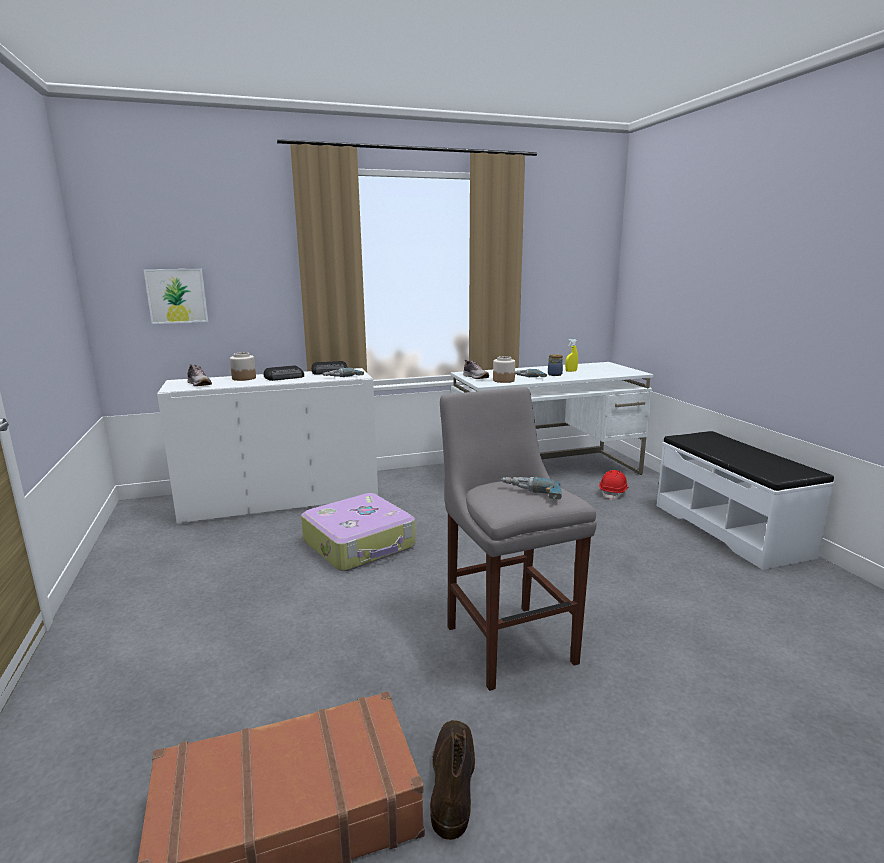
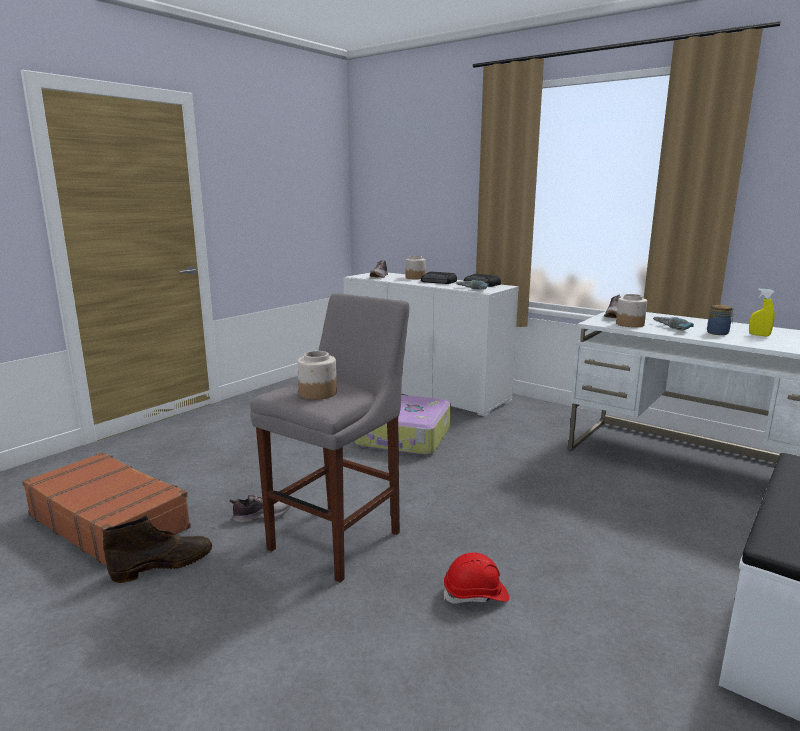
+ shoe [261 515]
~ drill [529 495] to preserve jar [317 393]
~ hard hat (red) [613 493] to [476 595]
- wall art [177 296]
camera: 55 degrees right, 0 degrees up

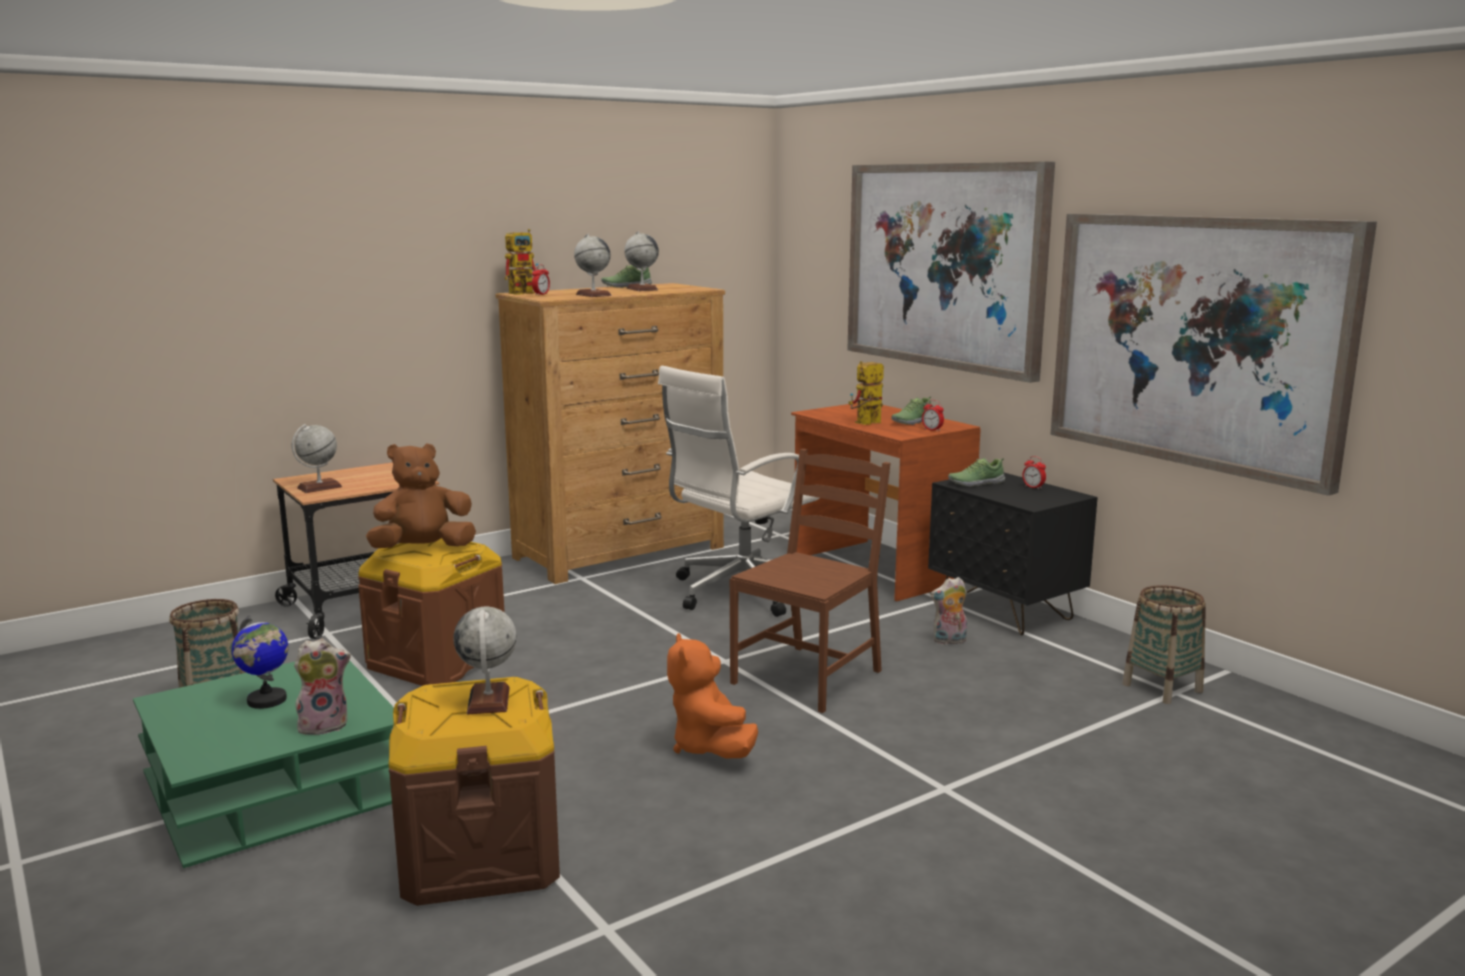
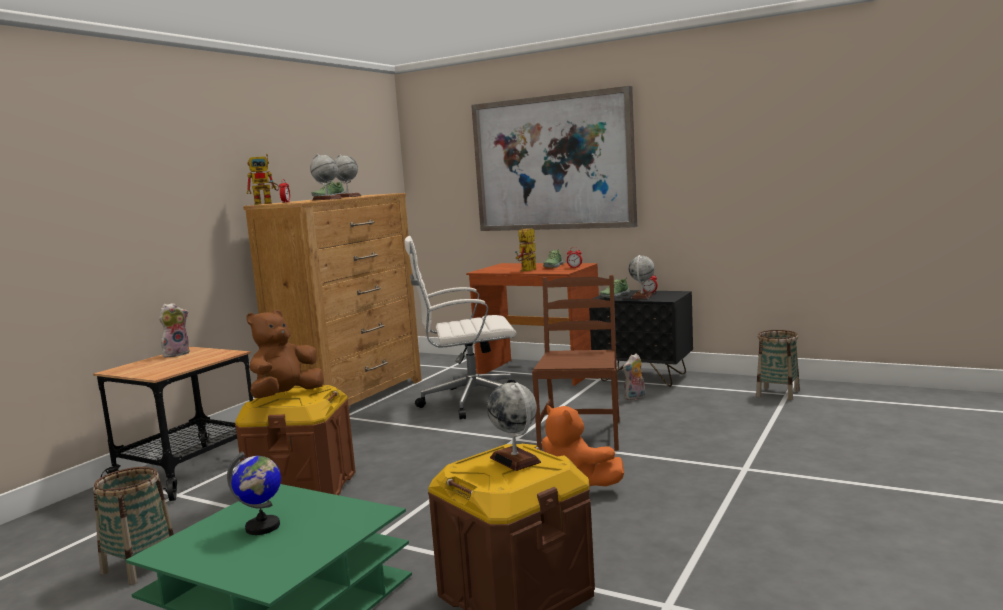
~ soft toy [324 725] to [176 354]
~ robot figure [525 292] = [267 203] 45 degrees clockwise
~ desk chair (white) [739 592] = [469 401] 60 degrees clockwise
~ globe [319 487] to [642 296]
- wall art [1196 341]
camera: 25 degrees left, 5 degrees down

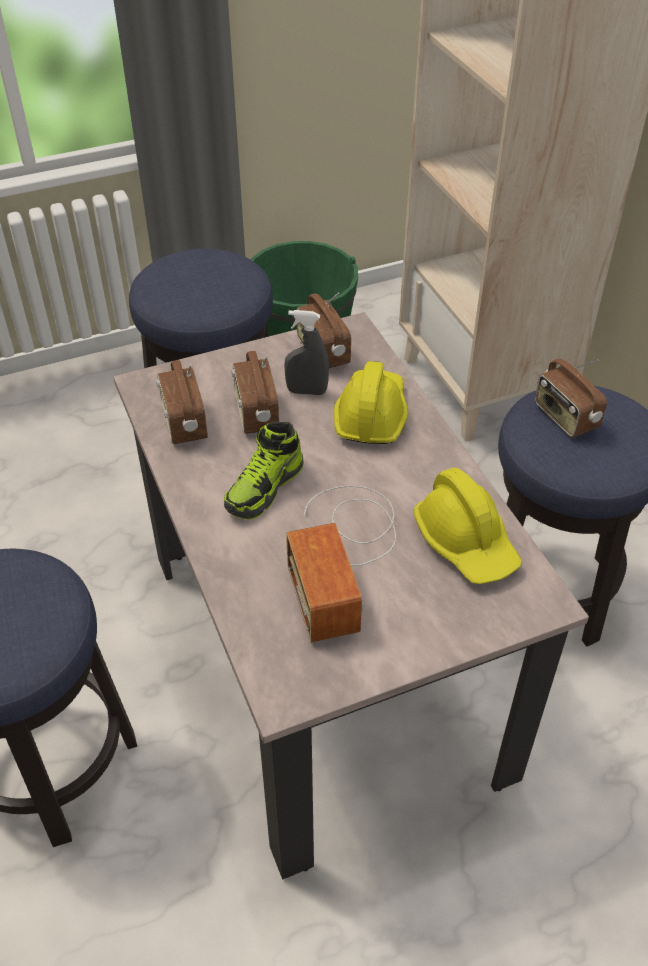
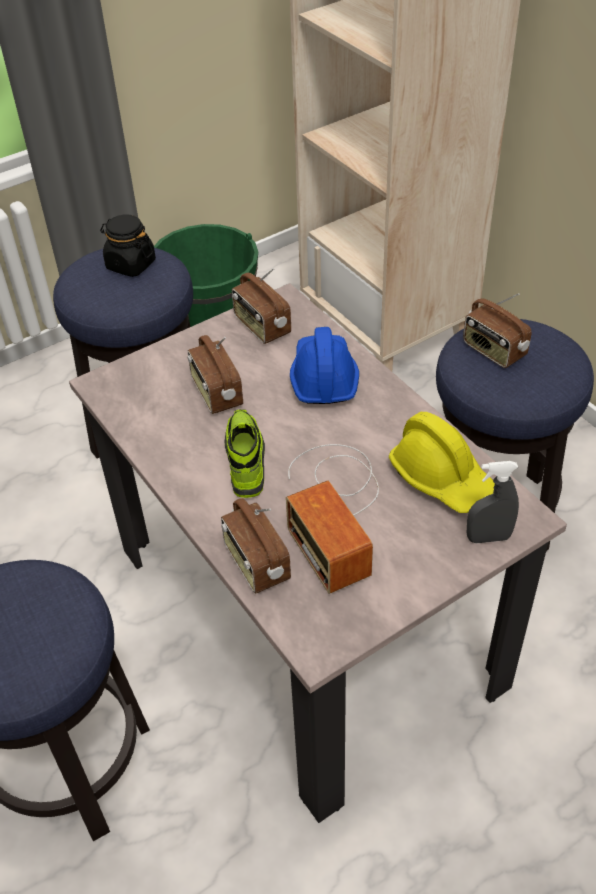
+ preserve jar (blackish) [130 264]
~ radio receiver [183 423] to [256 564]
~ shoe [265 488] = [245 461] 150 degrees clockwise
~ hard hat (yellow-coloured) [371 415] to hard hat (bluish) [323 377]
~ hand sprayer (gray) [307 391] to [488 537]
camera: 10 degrees left, 0 degrees up

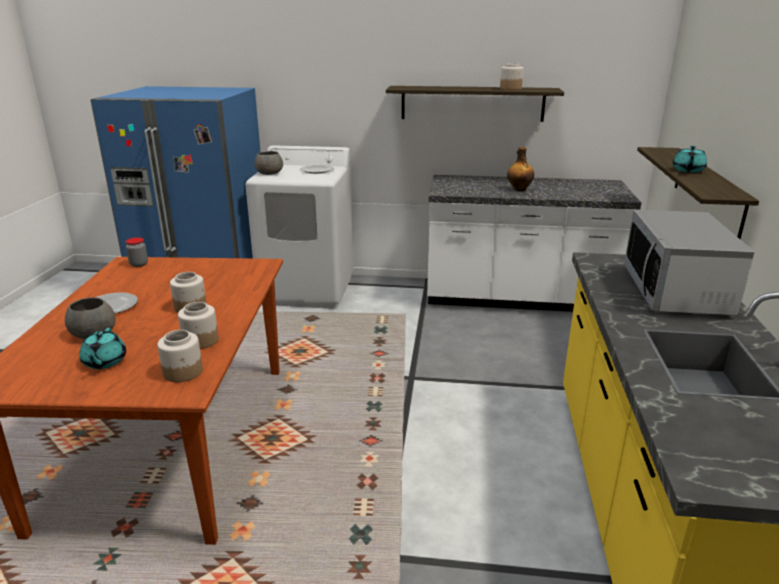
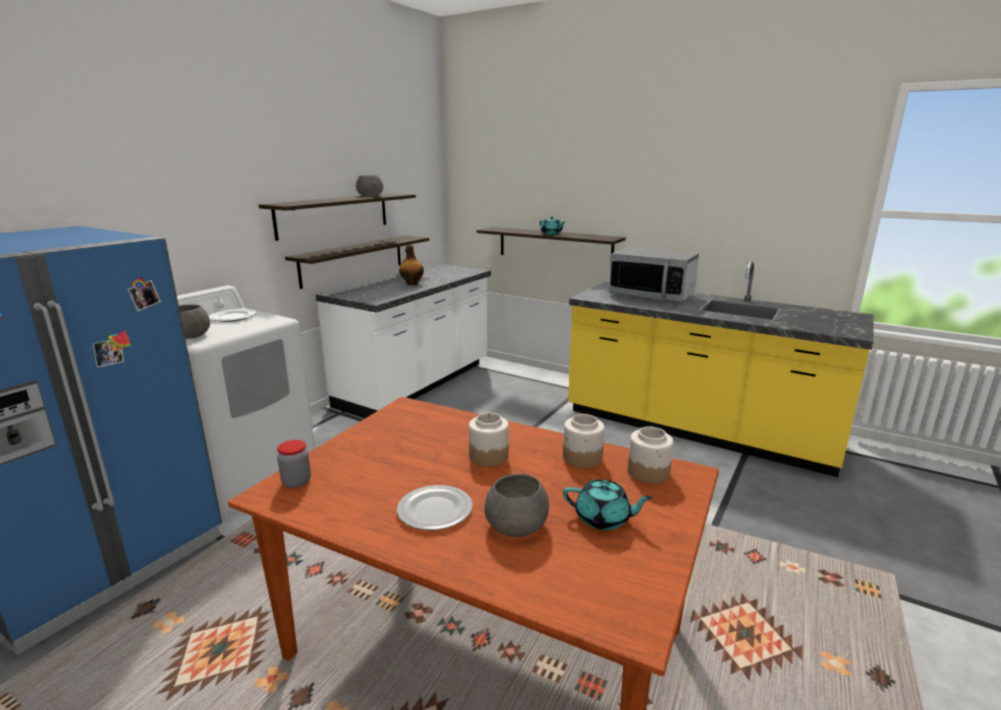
+ bracket shelf [353 260]
~ preserve jar [510 88] to bowl (gray) [370 196]
camera: 65 degrees left, 5 degrees down

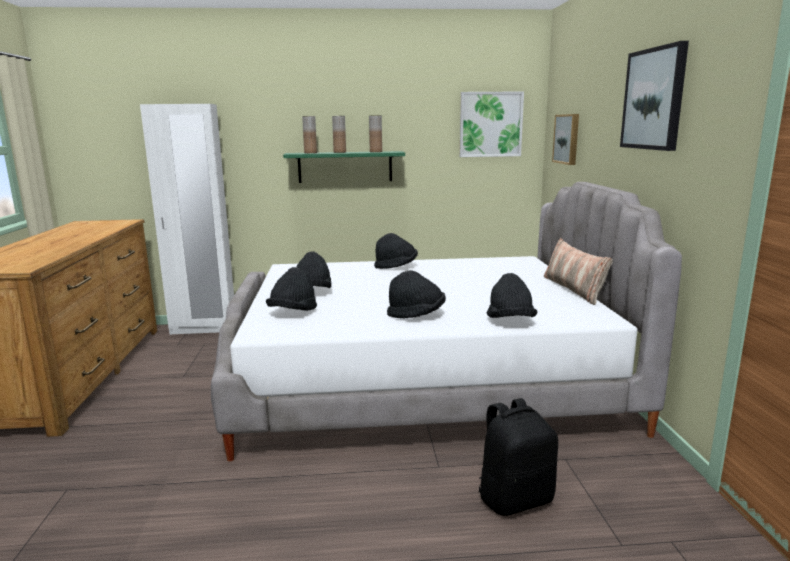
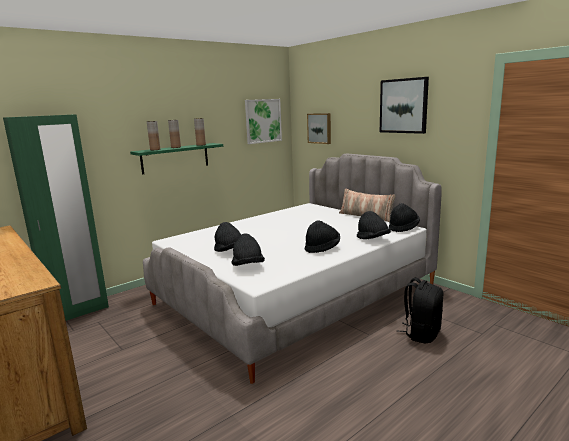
~ wardrobe (white) [203 329] to wardrobe (green) [78 312]
~ clothing hat (blackish) [396 267] to [403 228]
camera: 35 degrees left, 0 degrees up

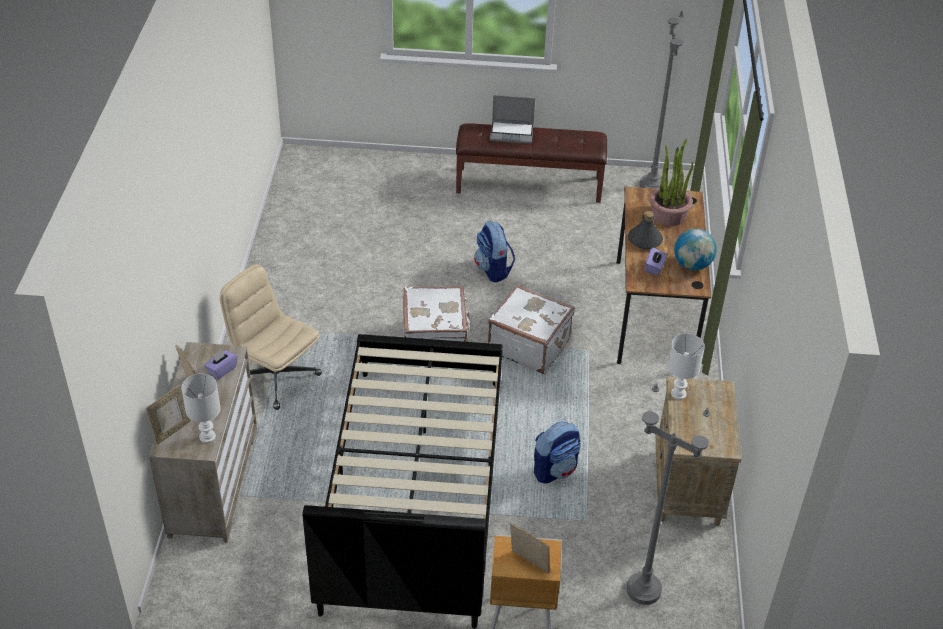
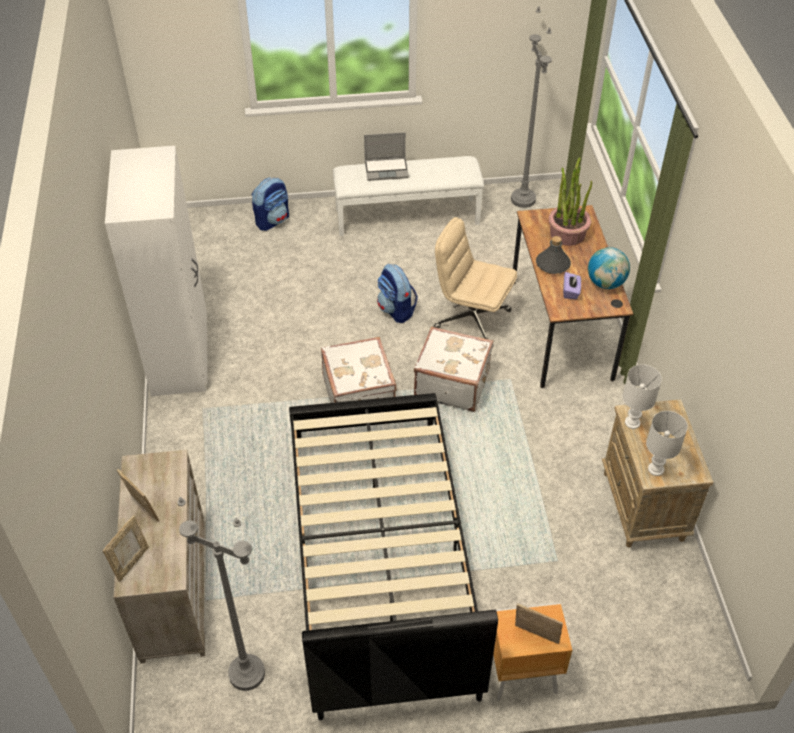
+ wardrobe (white) [181 355]
~ standard lamp (gray) [644 590] to [247 673]
~ knapsack [555 469] to [272 220]
~ long seat (brown) [529 184] to long seat (white) [407 216]
~ desk chair (beige) [275 377] to [471 319]
~ table lamp (white) [207 436] to [655 469]
- tissue holder (purplish) [222 370]
camera: 10 degrees left, 5 degrees up

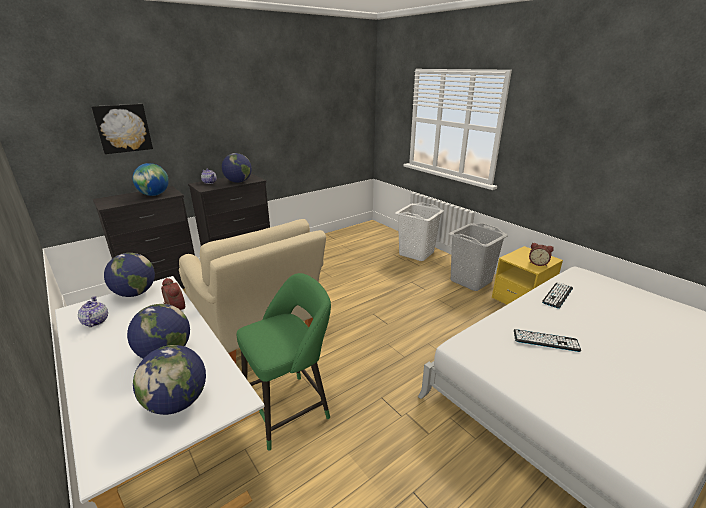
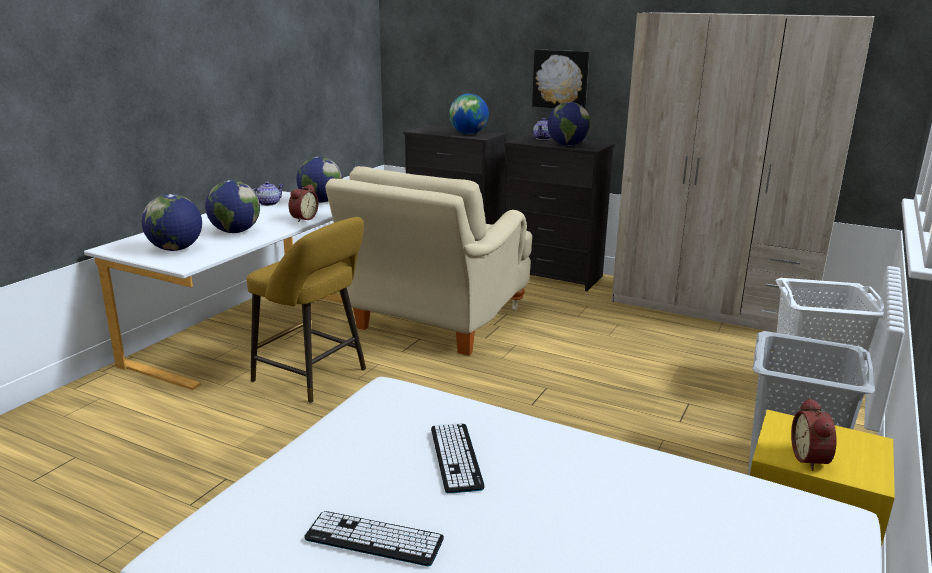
~ stool seat (green) [290 408] to stool seat (yellow-coloured) [314 377]
~ keyboard [557 295] to [374 539]
~ wall art [123 128] to [561 79]
+ wardrobe (beige) [712 308]
camera: 65 degrees right, 5 degrees down

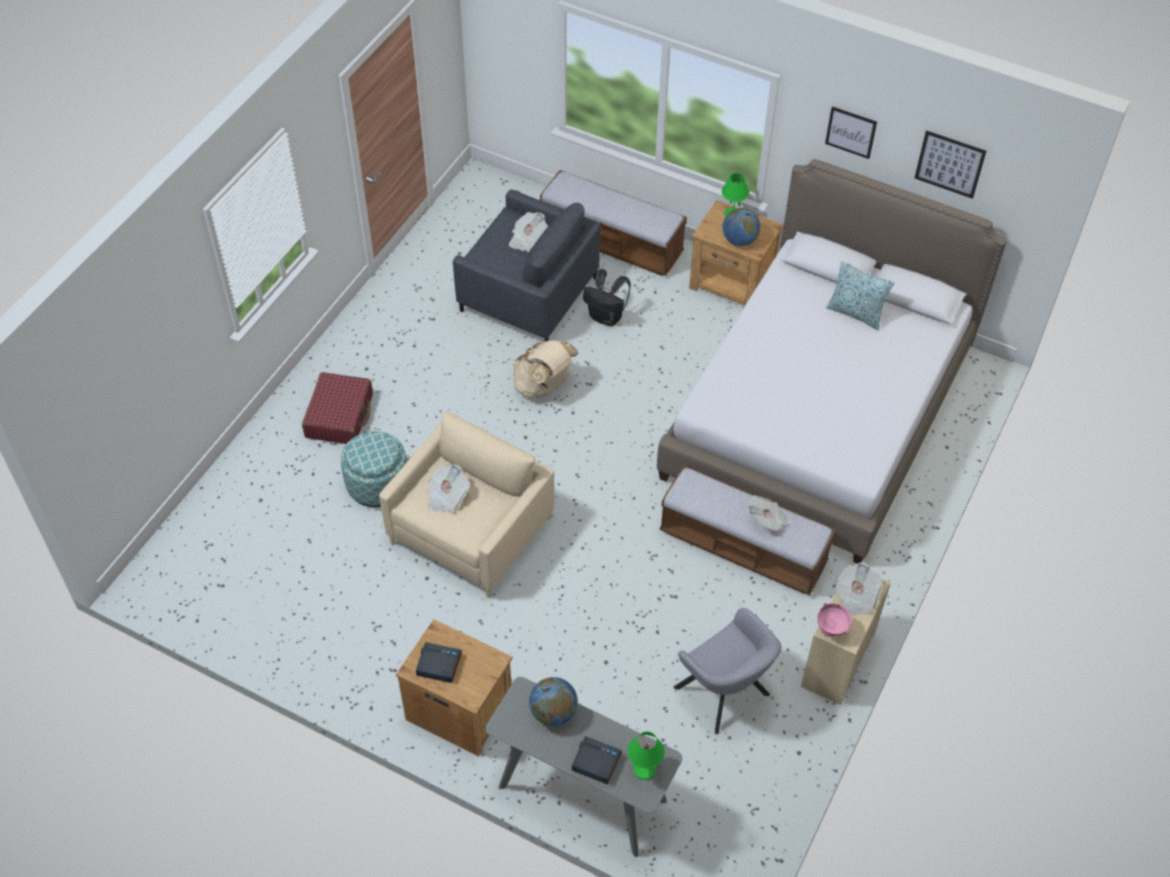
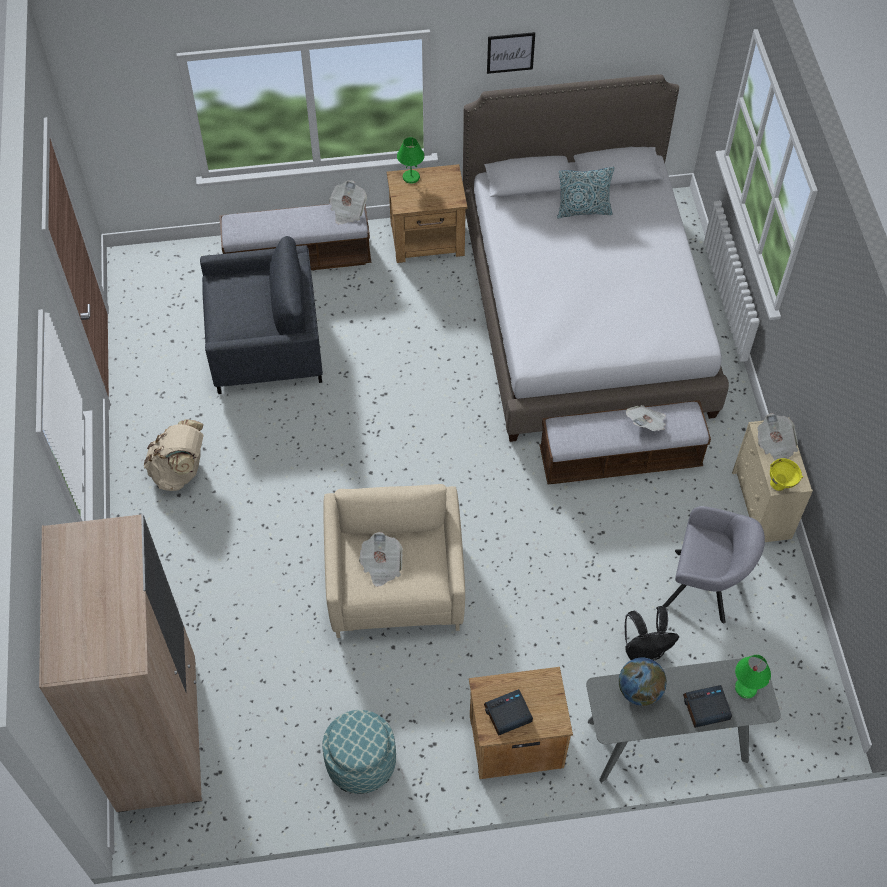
+ wardrobe (beige) [158 735]
~ knapsack (beige) [543 386] to [180 471]
~ ottoman [377 484] to [361 762]
~ newspaper [527 240] to [347 210]
~ knapsack (blackish) [606 317] to [644 650]
~ bowl (pink-coloured) [831 632] to bowl (yellow-coloured) [781 485]
- piece of luggage (red) [339 416]
- globe [739 240]
- wall art [950 164]
camera: 35 degrees left, 5 degrees up

